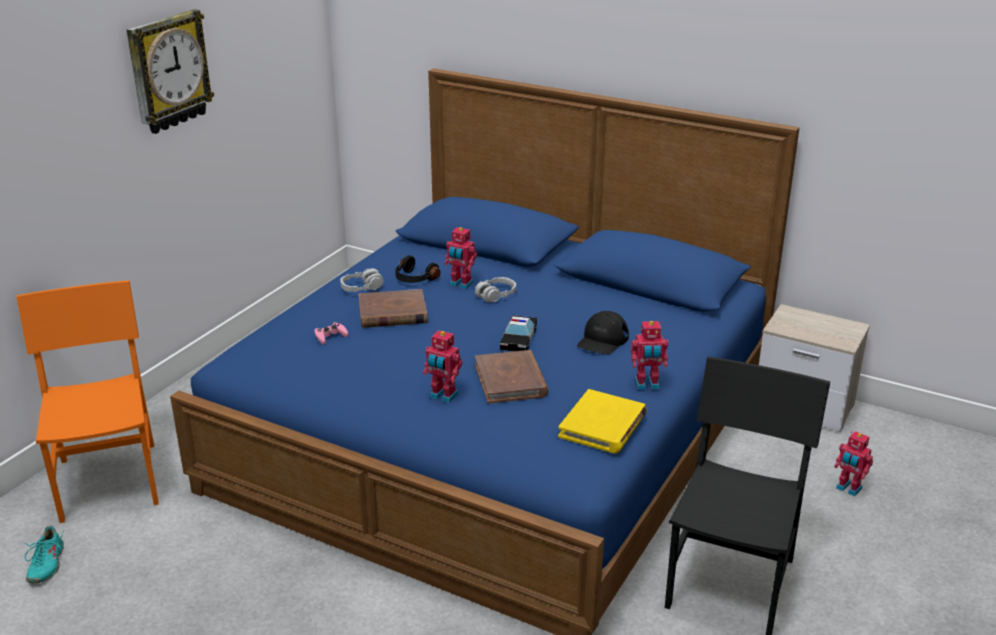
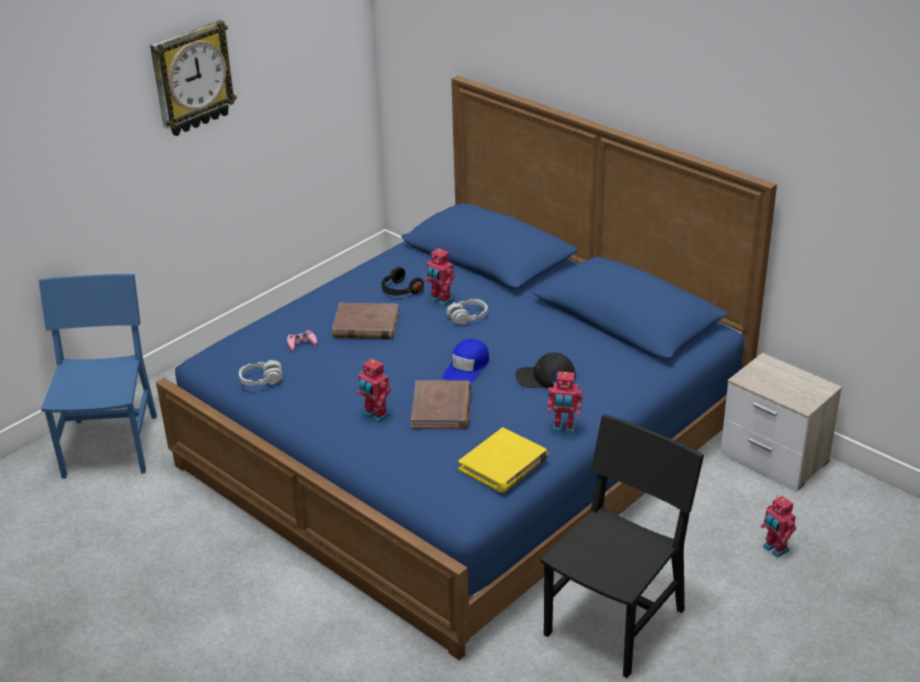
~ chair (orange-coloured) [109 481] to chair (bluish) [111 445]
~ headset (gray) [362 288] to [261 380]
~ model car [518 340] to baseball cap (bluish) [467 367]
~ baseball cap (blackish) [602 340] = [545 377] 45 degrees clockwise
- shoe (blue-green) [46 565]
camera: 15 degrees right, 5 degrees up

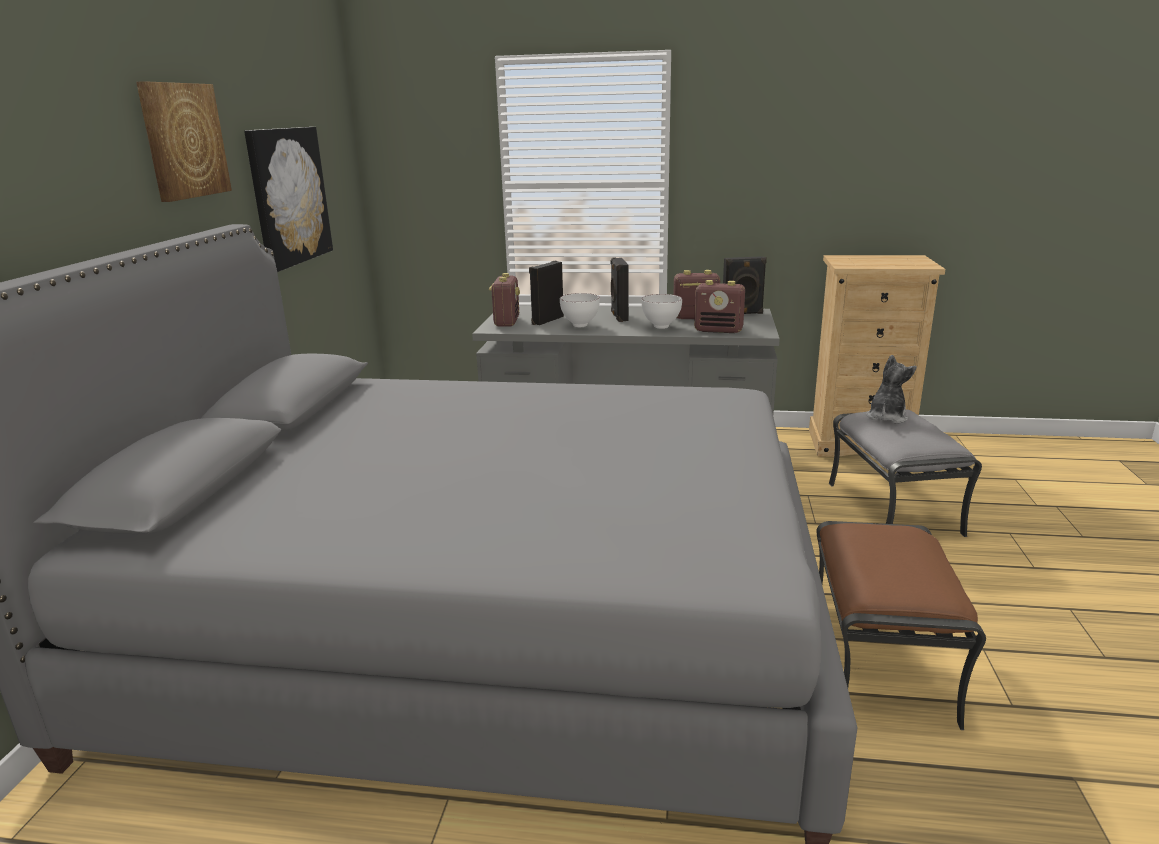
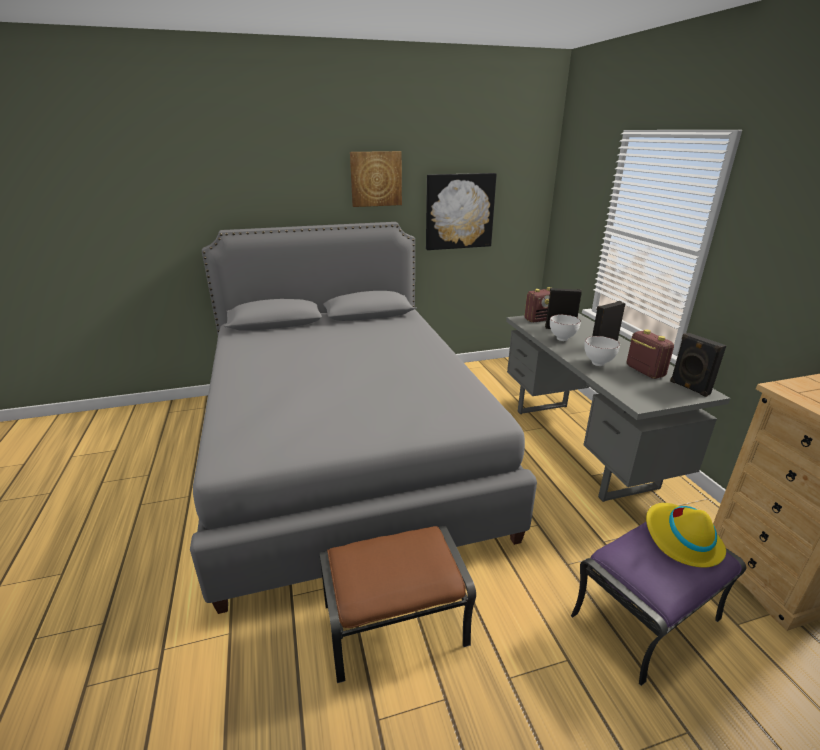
~ ottoman (gray) [894 508] to ottoman (purplish) [646 619]
~ soft toy [886 417] to clothing hat (yellow-coloured) [681 539]
- radio receiver [719 330]
camera: 65 degrees right, 5 degrees up

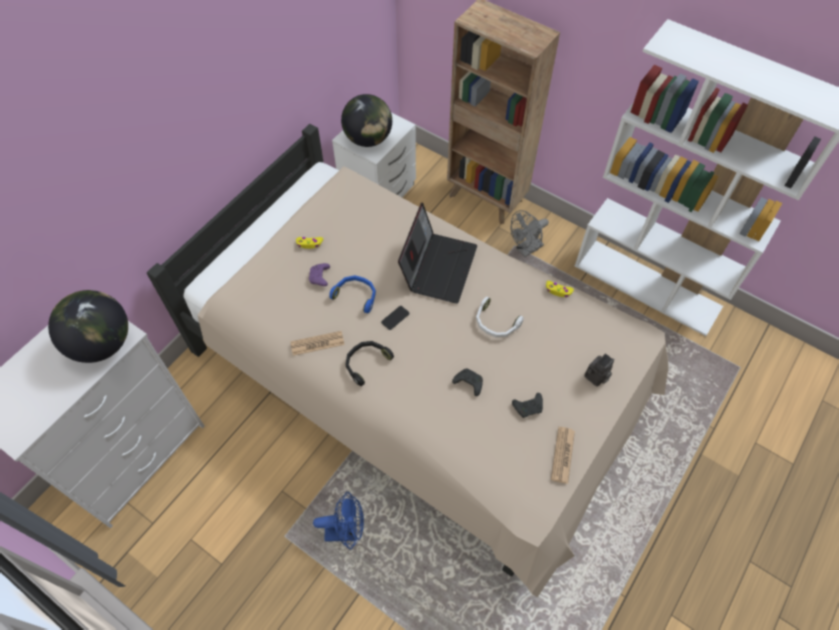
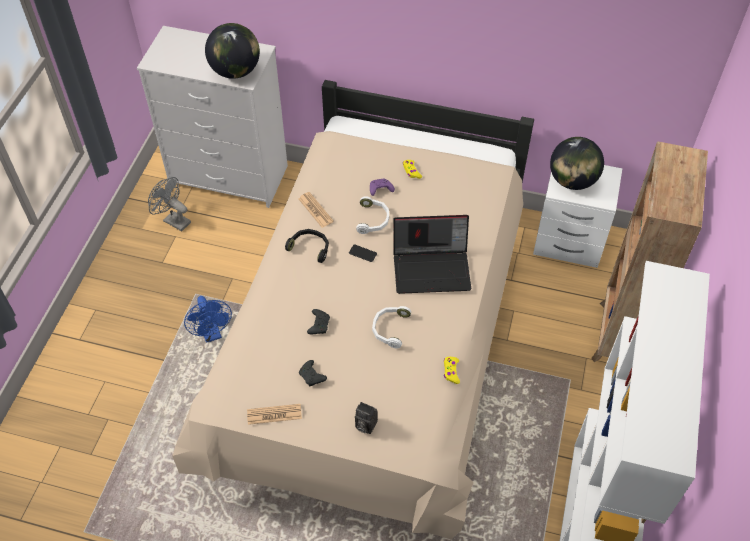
~ fan (gray) [526 249] to [173 220]
~ headset (bluish) [356 295] to headset (white) [373 220]
camera: 70 degrees right, 5 degrees down

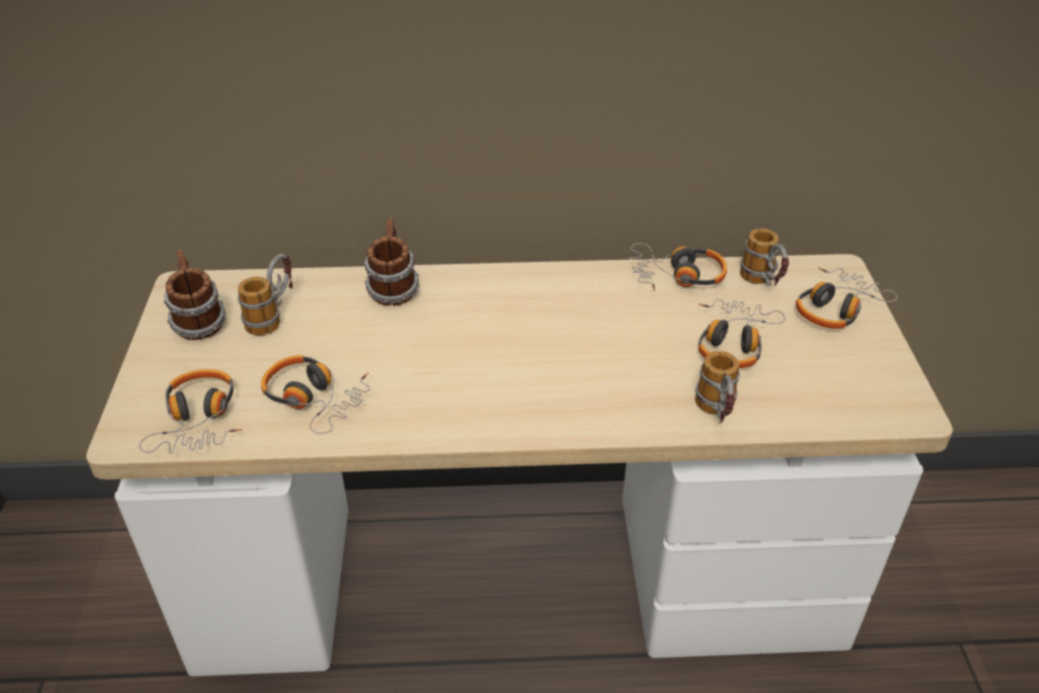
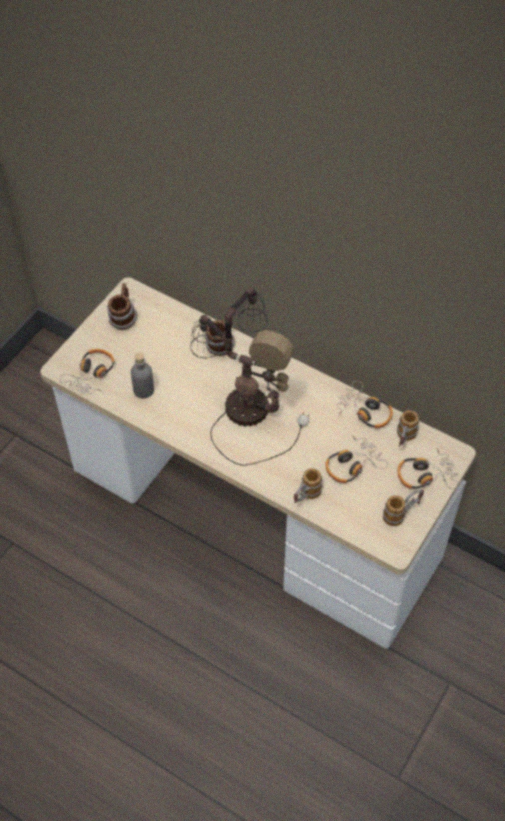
~ headset [315 399] to drink bottle (gray) [143 390]
+ table lamp [245 406]
~ mug [273 315] to [401 513]
camera: 35 degrees right, 15 degrees up

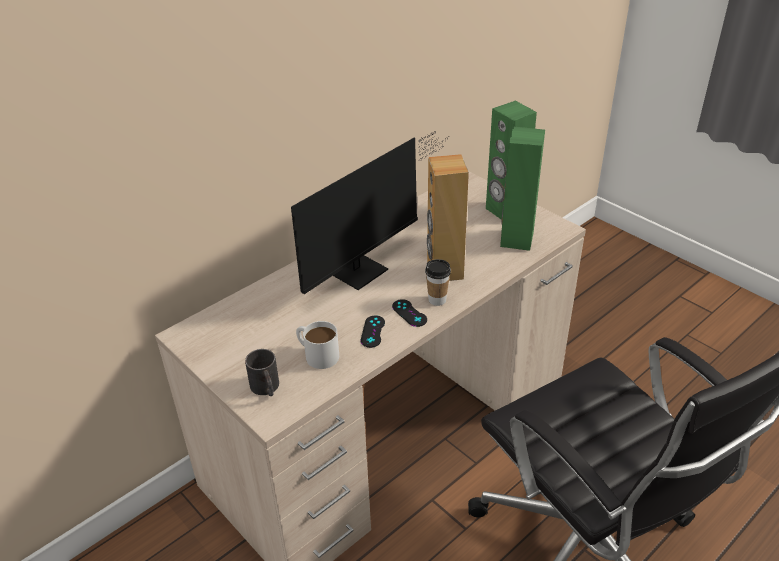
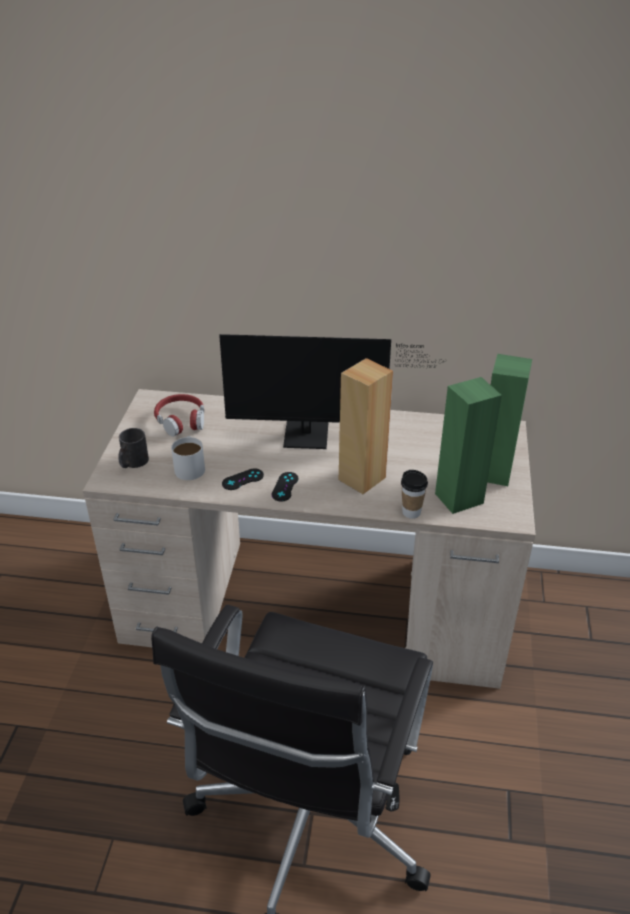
+ headset (red) [181 420]
~ cup [437 300] to [411 512]
camera: 50 degrees right, 0 degrees up

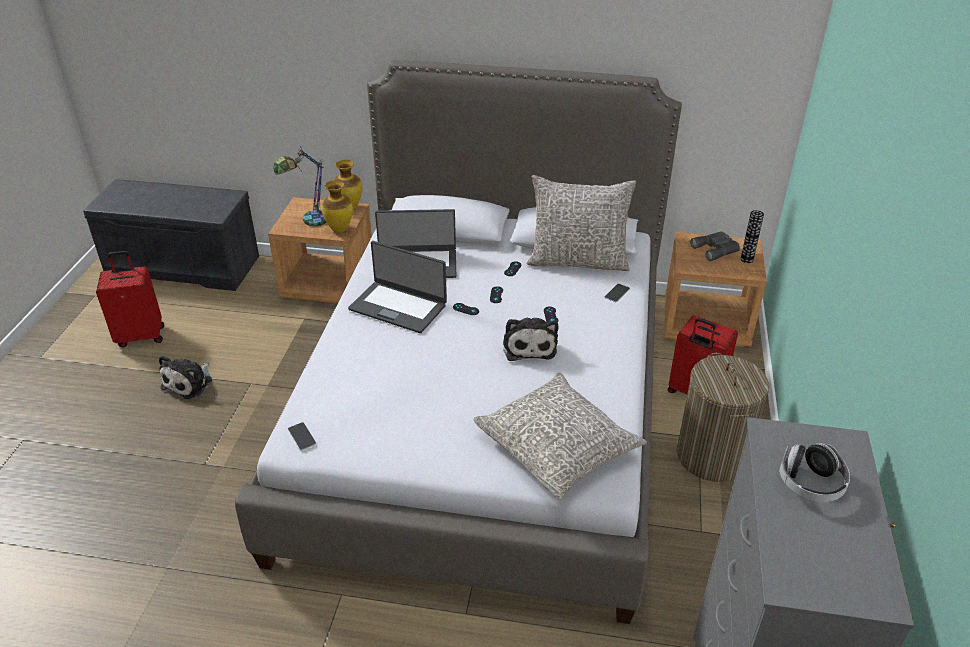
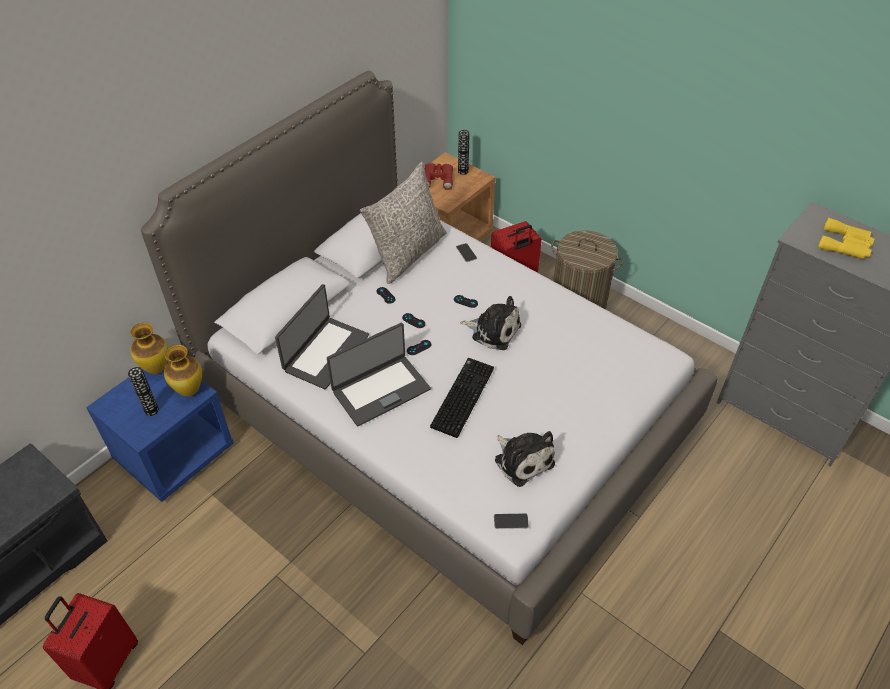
~ nightstand (brown) [329 284] to nightstand (bluish) [175 453]
~ table lamp [309 222] to flower vase [151 410]
~ binoculars (gray) [716 249] to binoculars (red) [438 178]
+ keyboard [461 396]
~ soft toy [189 383] to [522 459]
~ headset [810 484] to binoculars (yellow-coloured) [846 245]
- pillow (gray) [558 447]
camera: 60 degrees left, 10 degrees up

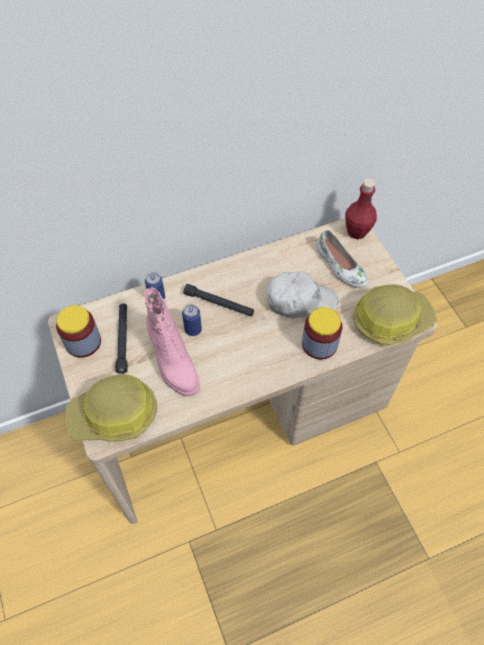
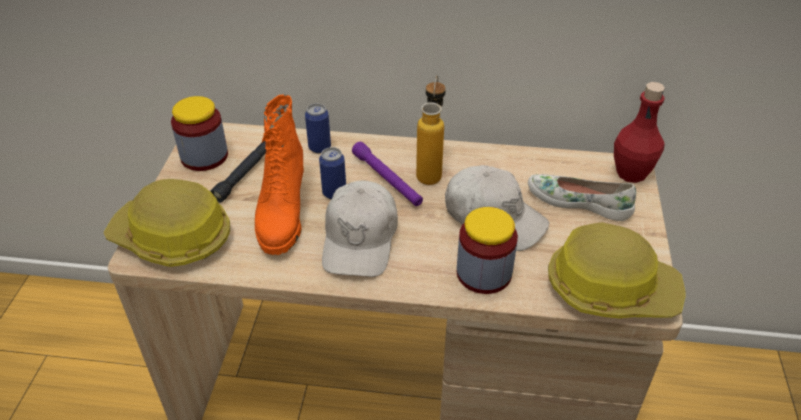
~ boot (pink-coloured) [172 362] to boot (orange-coloured) [282 215]
+ baseball cap (white) [360 239]
~ flashlight (blackish) [219 303] to flashlight (purplish) [387 180]
+ drink bottle [430 171]
~ shoe (white) [340 266] = [579 201] 120 degrees clockwise
camera: 30 degrees right, 15 degrees down

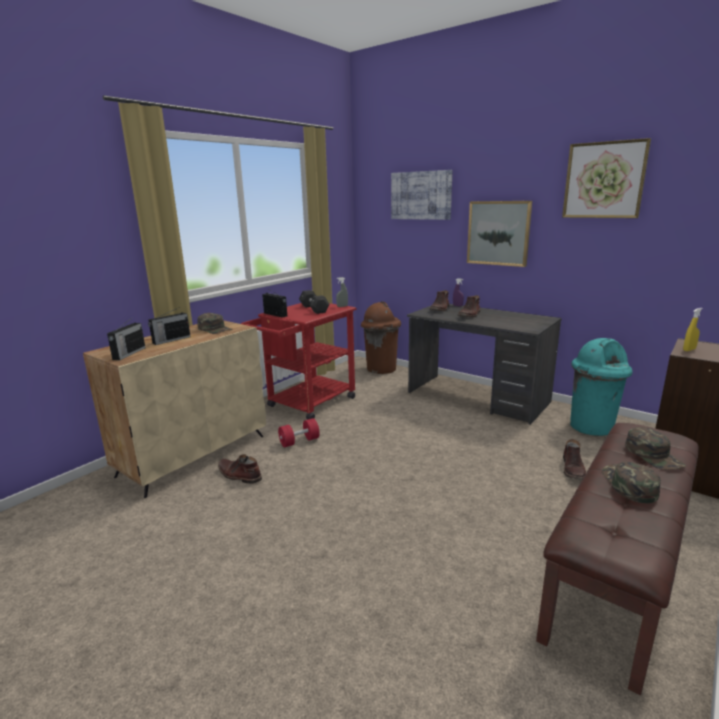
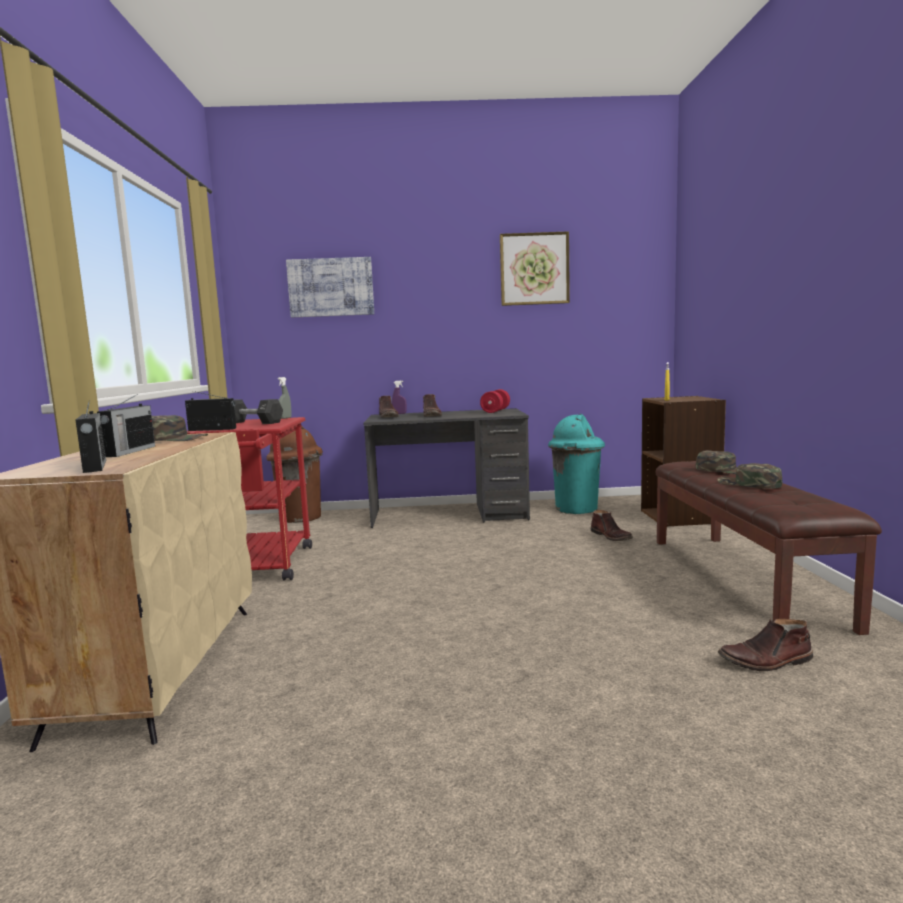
~ free weight (red) [299 441] to [495 411]
~ boot (brown) [239 475] to [766 661]
- wall art [498 233]
camera: 40 degrees left, 10 degrees down

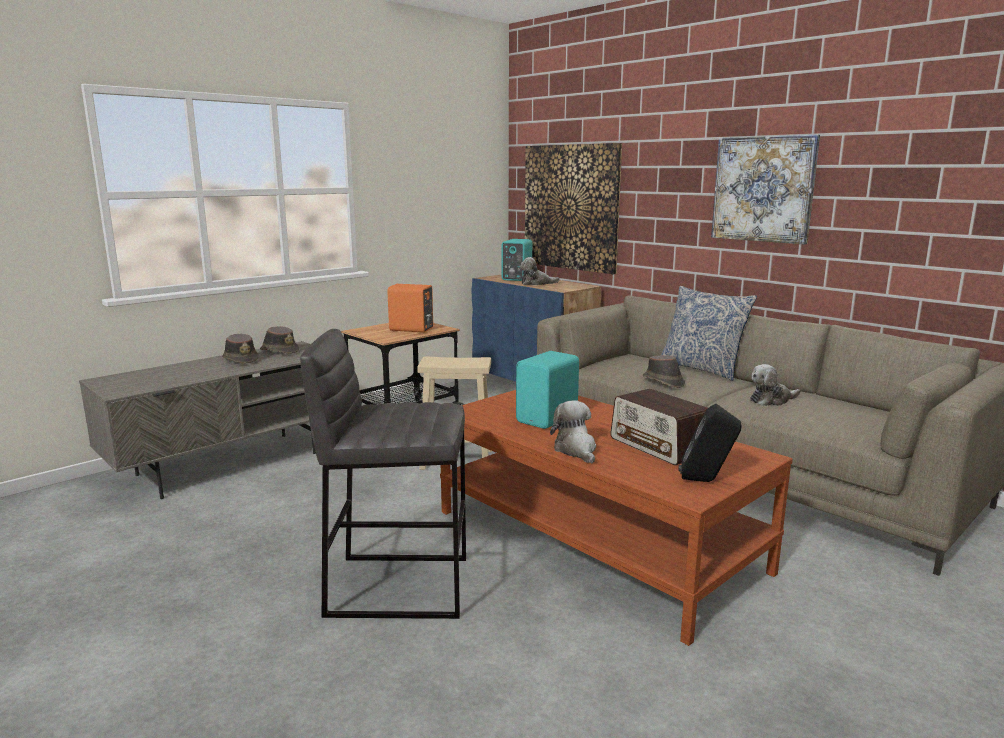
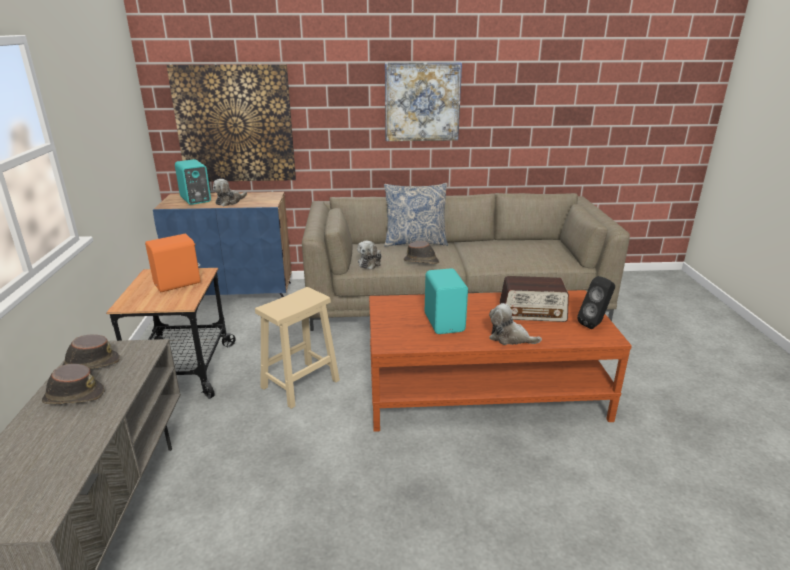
~ soft toy [771 400] to [370 263]
- stool seat (gray) [397 585]
camera: 50 degrees left, 10 degrees up

